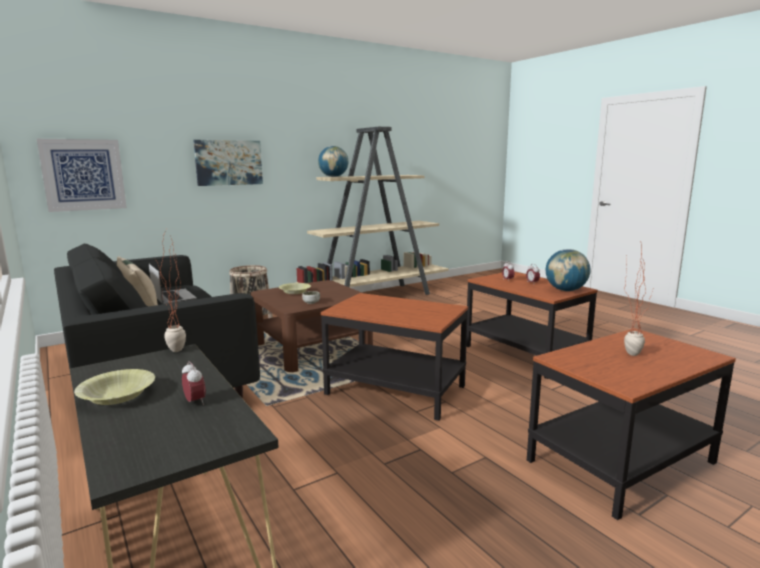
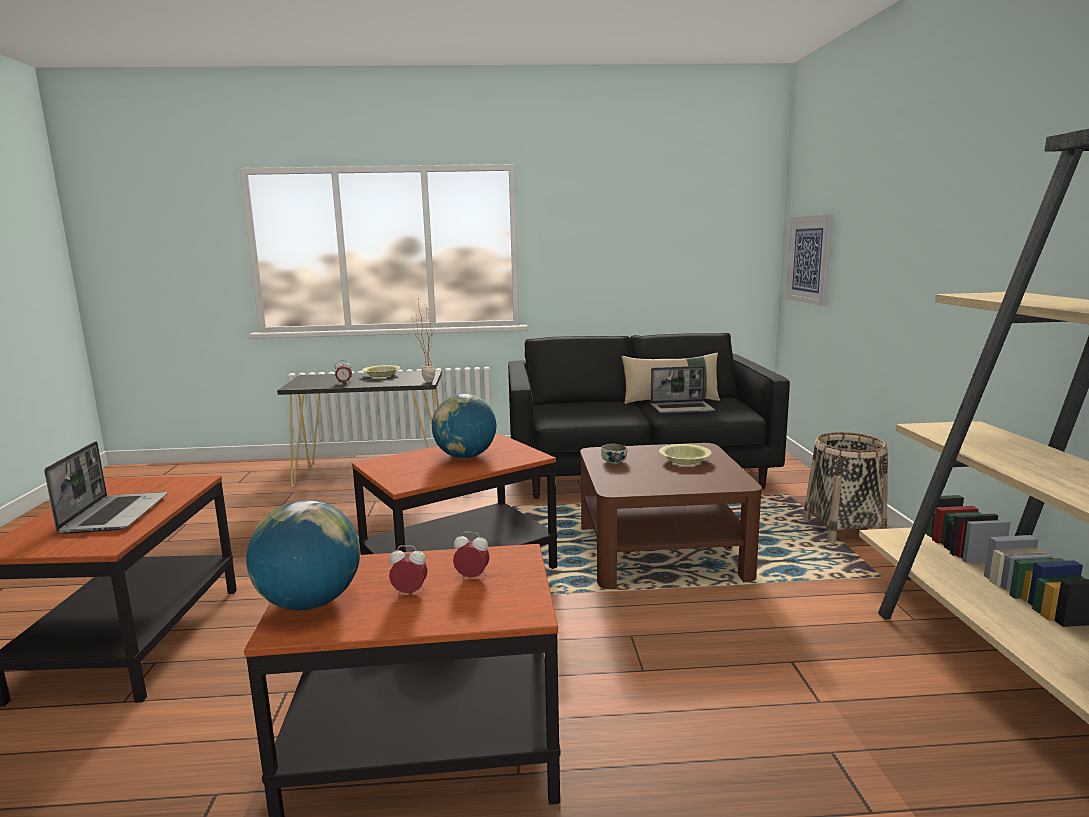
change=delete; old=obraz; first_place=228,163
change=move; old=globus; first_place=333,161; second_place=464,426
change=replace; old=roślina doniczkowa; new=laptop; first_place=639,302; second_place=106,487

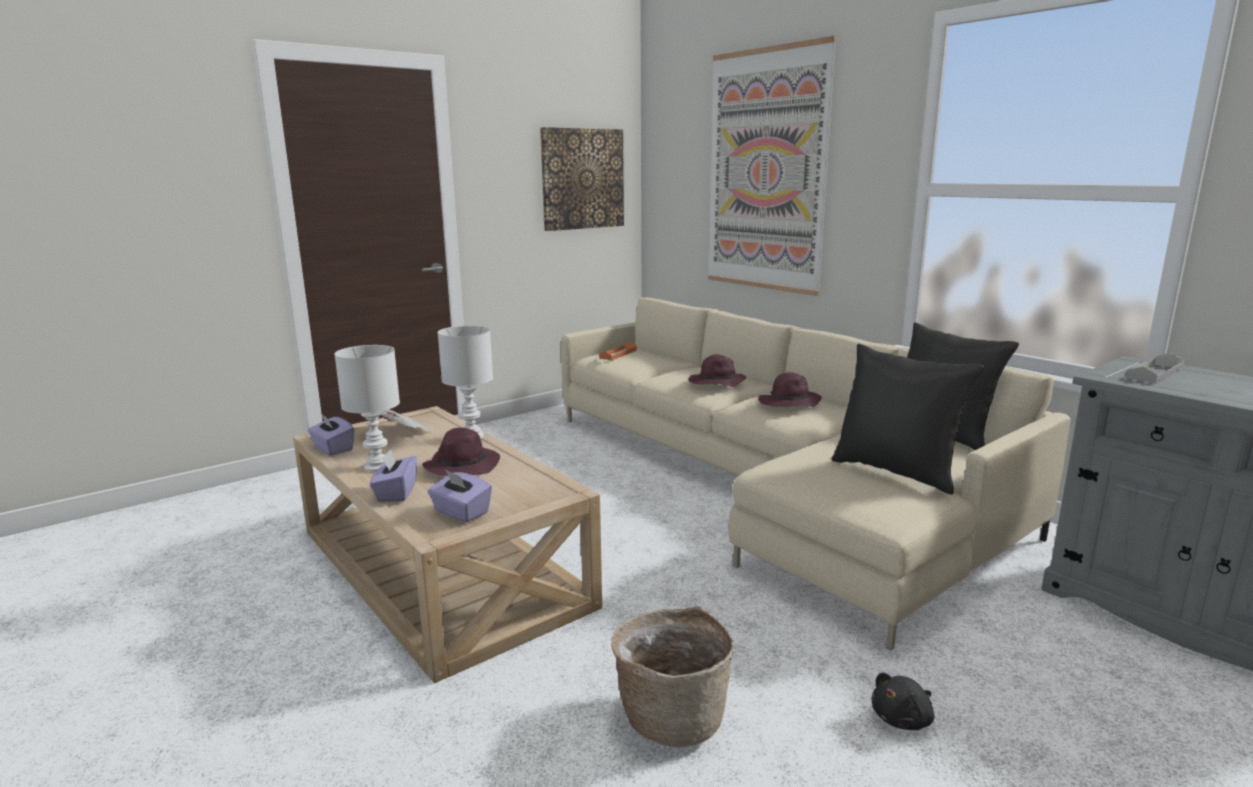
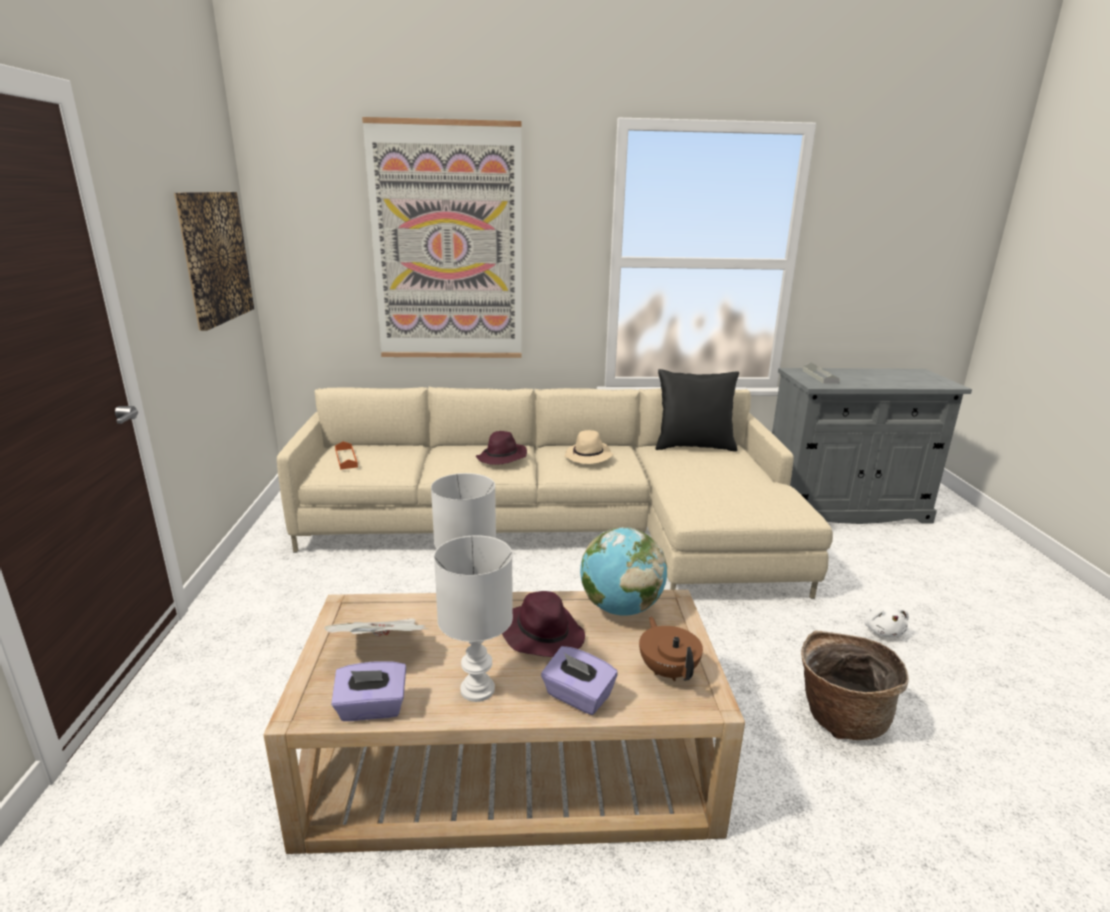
change=delete; old=poduszka (czarny); first_place=908,419
change=insert; new=globus; second_place=623,571
change=replace; old=pudełko chusteczek (fioletowy); new=imbryk (brązowy); first_place=460,495; second_place=671,648
change=recolor; old=kapelusz (fioletowy); new=kapelusz (beżowy); first_place=790,389; second_place=589,447
change=recolor; old=pluszak (czarny); new=pluszak (biały); first_place=903,701; second_place=886,620

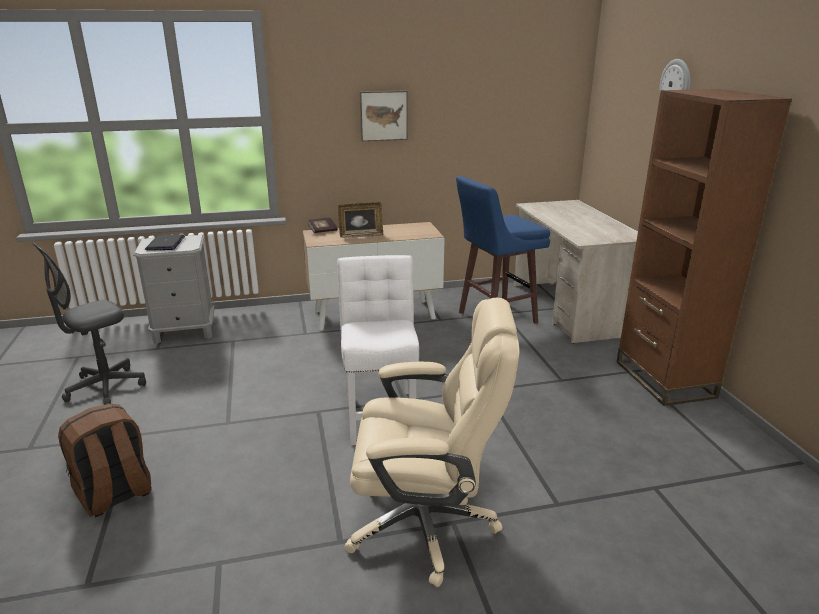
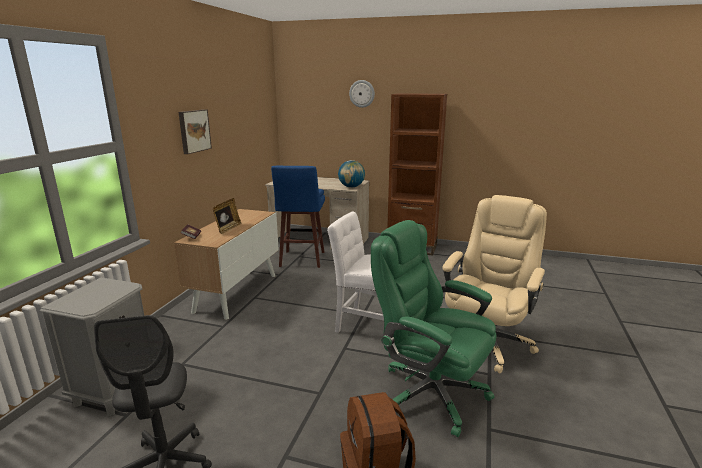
change=delete; old=laptop; first_place=165,242
change=insert; new=globus; second_place=351,174
change=insert; new=krzesło biurowe (zielony); second_place=433,328

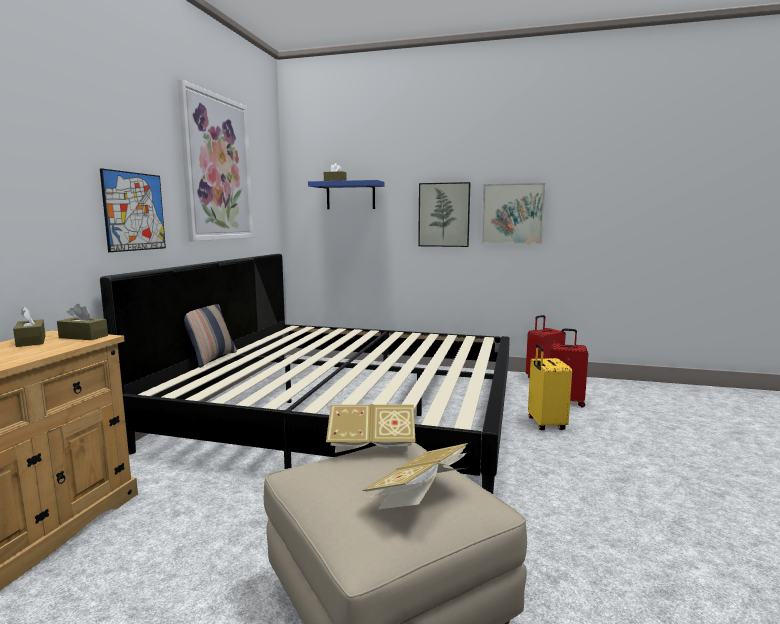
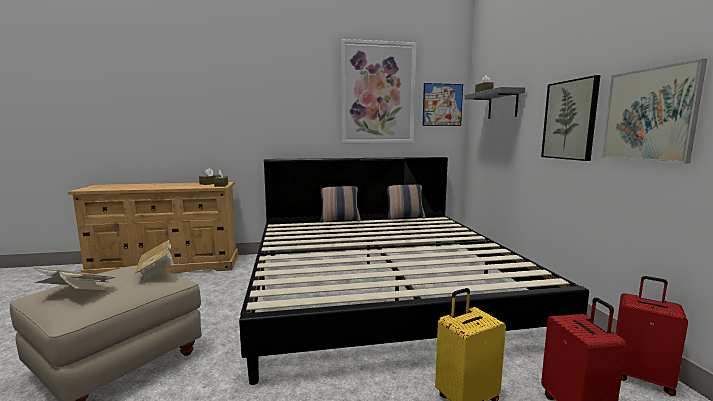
change=insert; new=poduszka; second_place=406,202
change=move; old=obraz; first_place=133,210; second_place=443,104
change=recolor; old=półka (niebieski); new=półka (szary); first_place=346,194; second_place=495,103

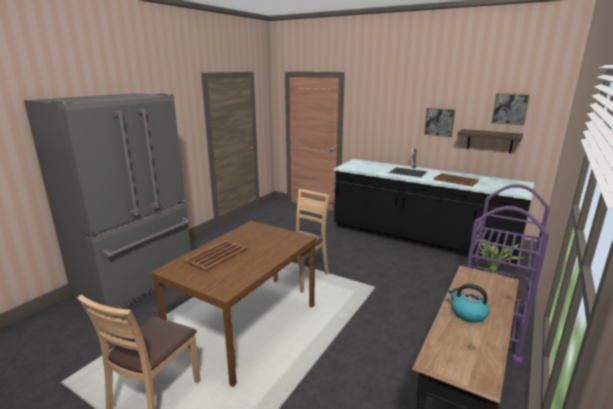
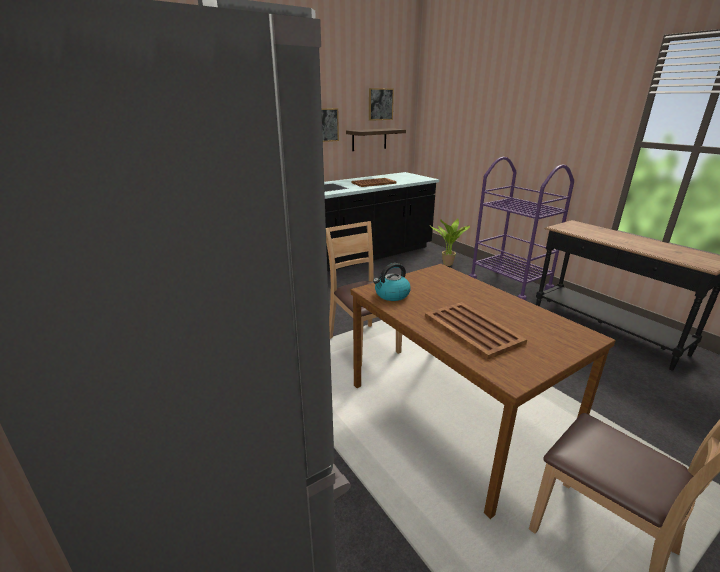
change=move; old=czajnik; first_place=469,303; second_place=392,282

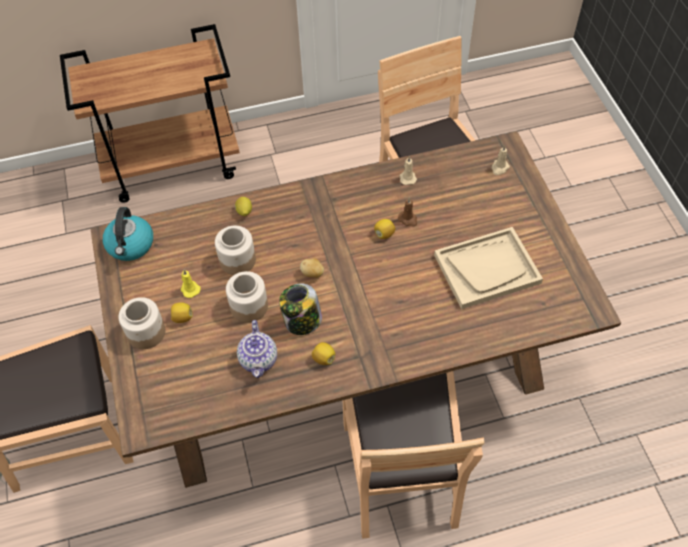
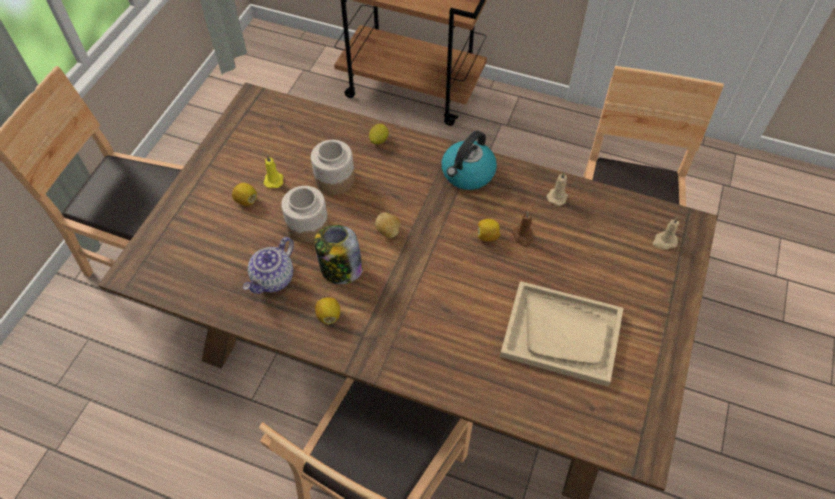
change=delete; old=słoik; first_place=142,323
change=move; old=czajnik; first_place=128,234; second_place=469,160

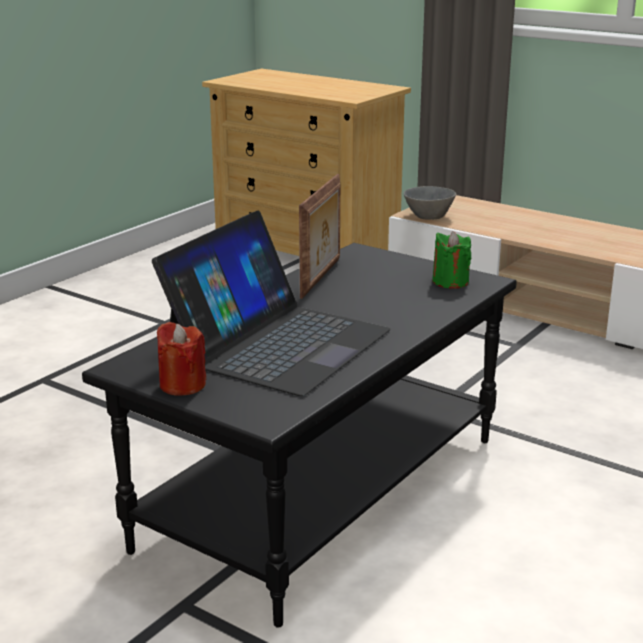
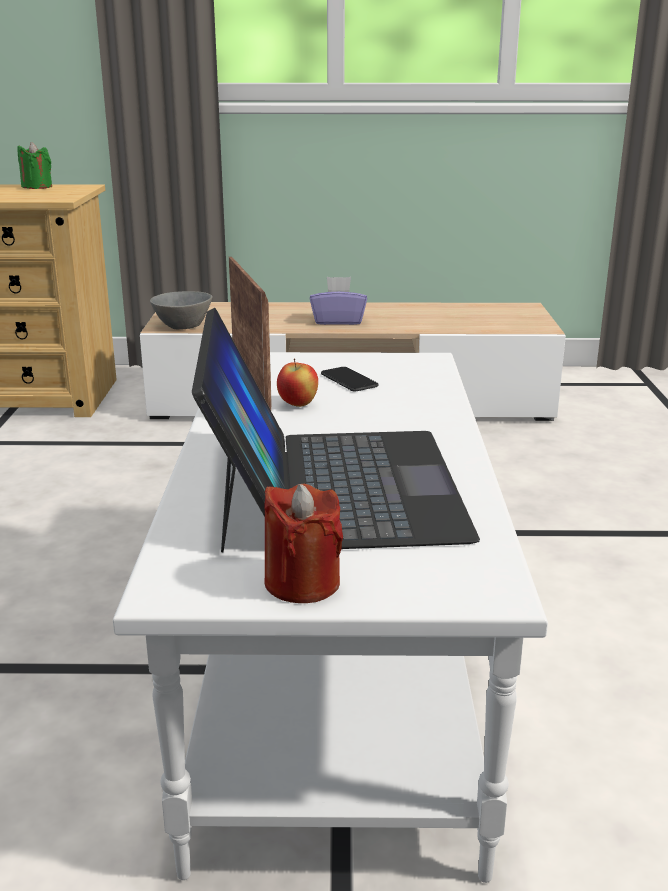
change=insert; new=jabłko; second_place=297,382
change=insert; new=pudełko chusteczek (fioletowy); second_place=338,301
change=insert; new=telefon; second_place=350,379
change=move; old=świeca (zielony); first_place=451,260; second_place=35,165
change=recolor; old=ława (czarny); new=ława (biały); first_place=299,435; second_place=330,617

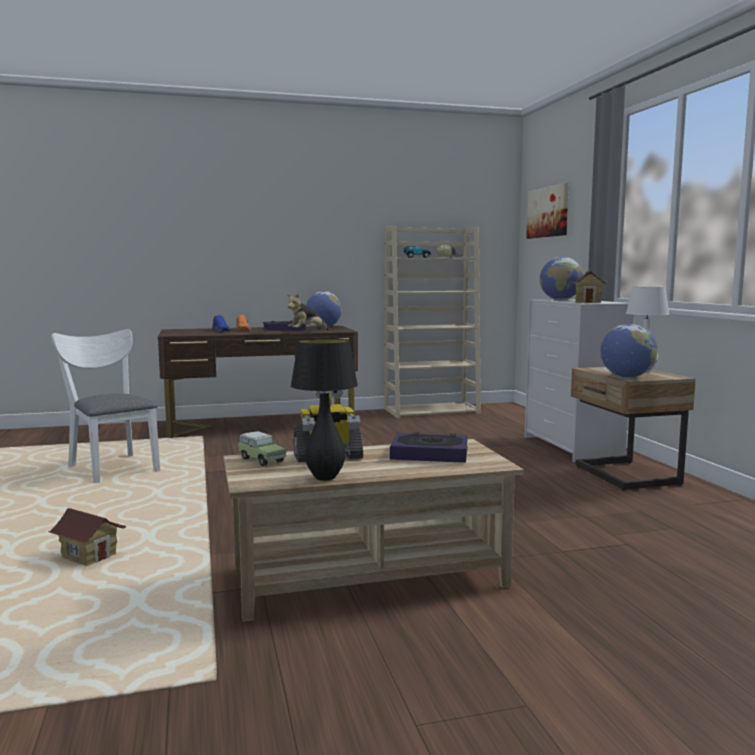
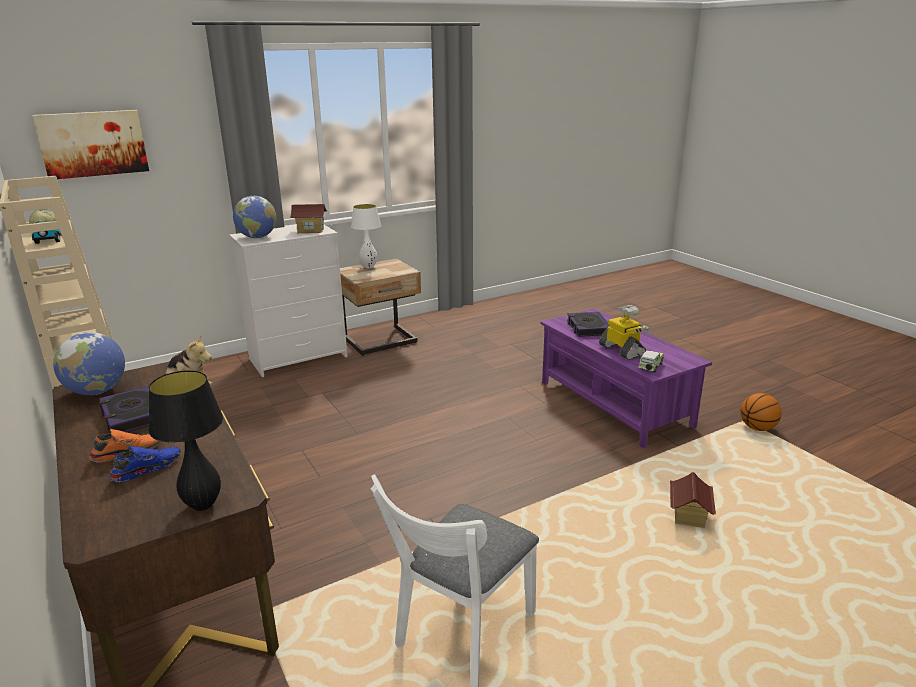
change=delete; old=globus; first_place=629,351
change=insert; new=piłka do koszykówki; second_place=761,412
change=move; old=lampa stołowa (czarny); first_place=324,409; second_place=186,441
change=recolor; old=ława (beżowy); new=ława (fioletowy); first_place=374,530; second_place=626,378

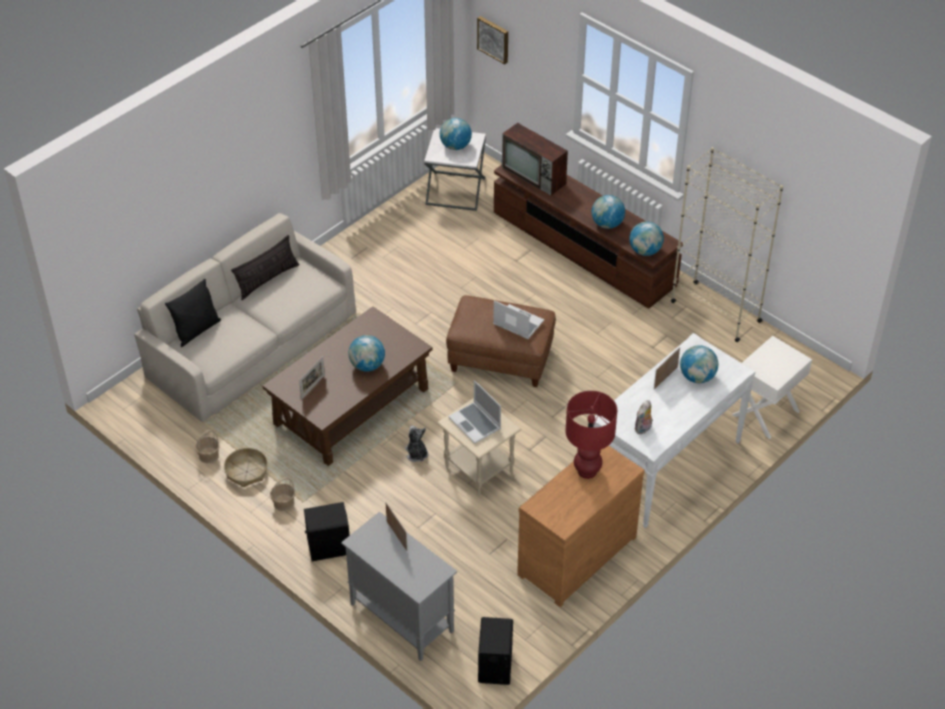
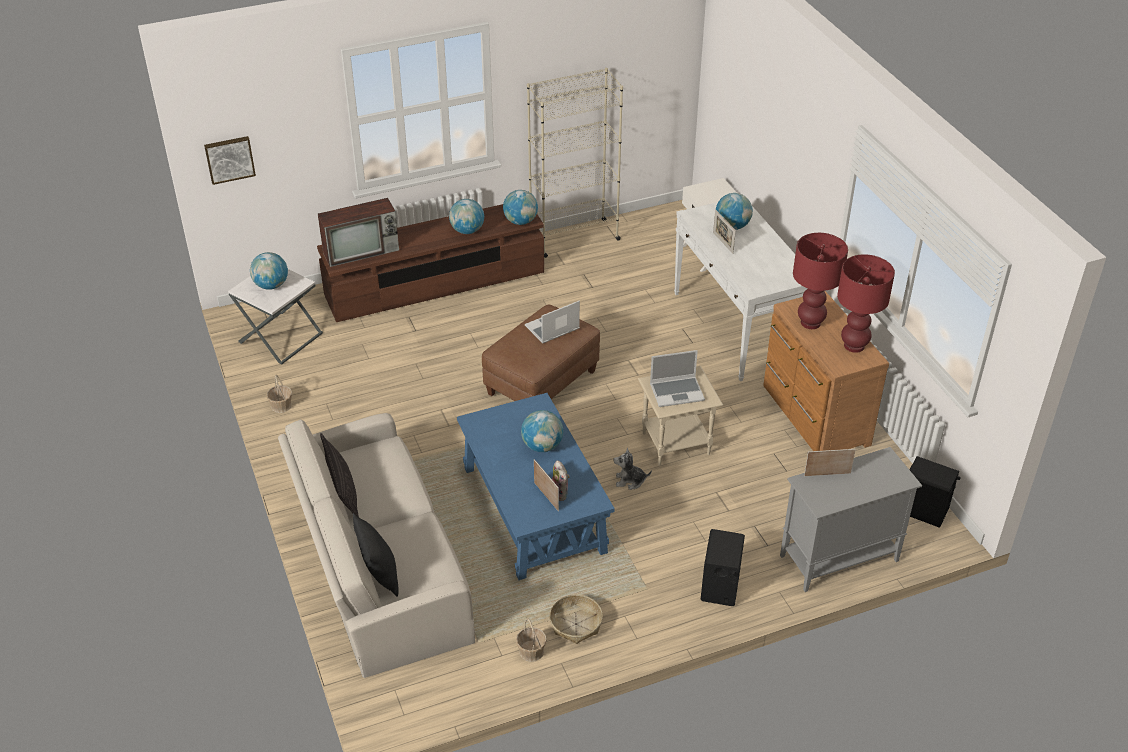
change=insert; new=lampa stołowa (czerwony); second_place=866,303
change=move; old=koszyk; first_place=282,494; second_place=279,394
change=move; old=pluszak; first_place=643,417; second_place=561,481
change=recolor; old=ława (brązowy); new=ława (niebieski); first_place=348,386; second_place=536,486

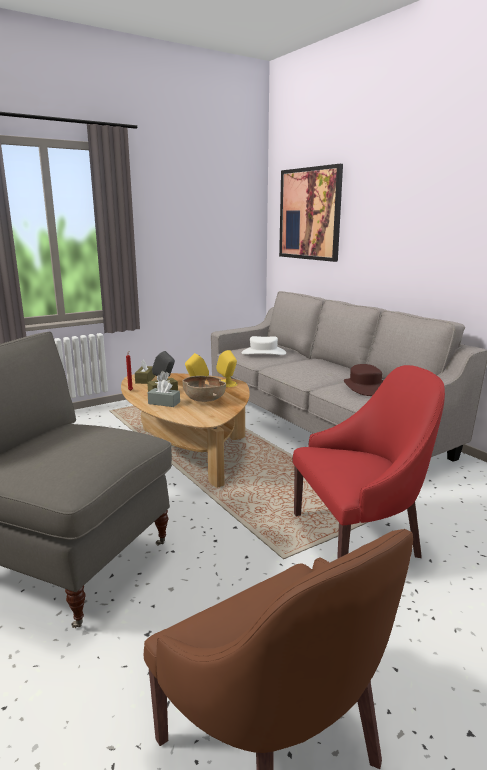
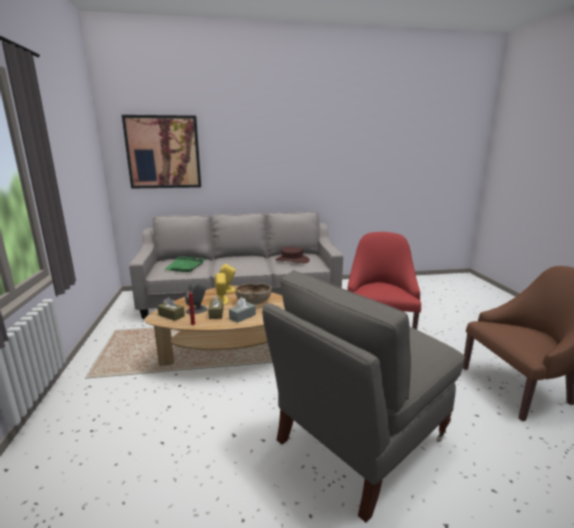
change=replace; old=kapelusz (biały); new=taca (zielony); first_place=264,345; second_place=184,264

